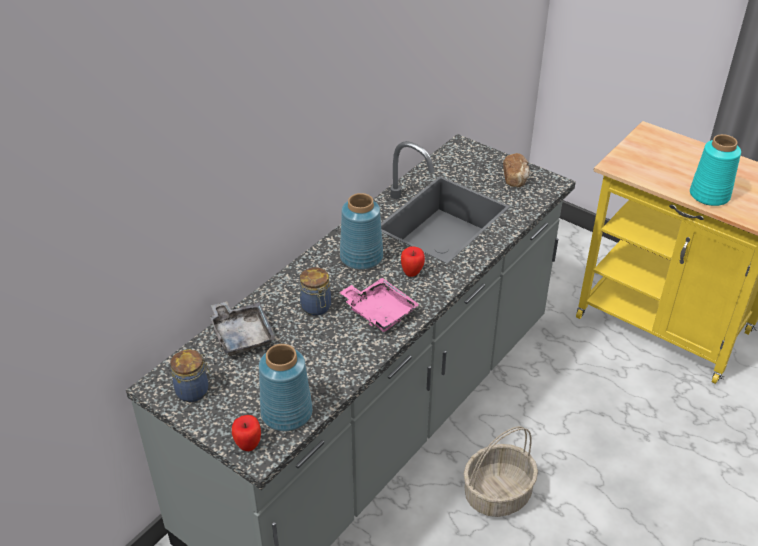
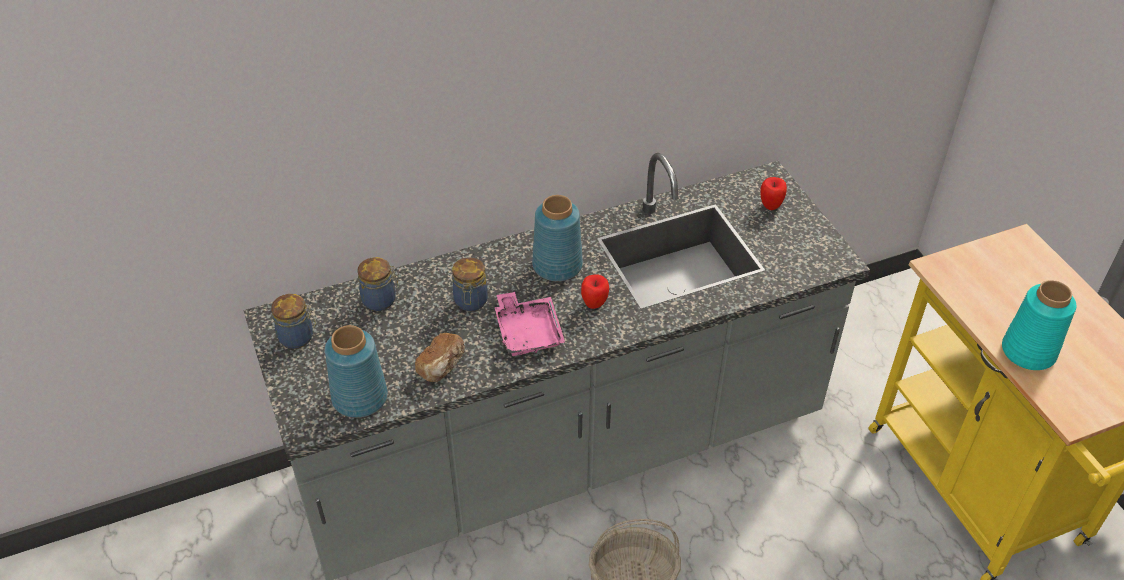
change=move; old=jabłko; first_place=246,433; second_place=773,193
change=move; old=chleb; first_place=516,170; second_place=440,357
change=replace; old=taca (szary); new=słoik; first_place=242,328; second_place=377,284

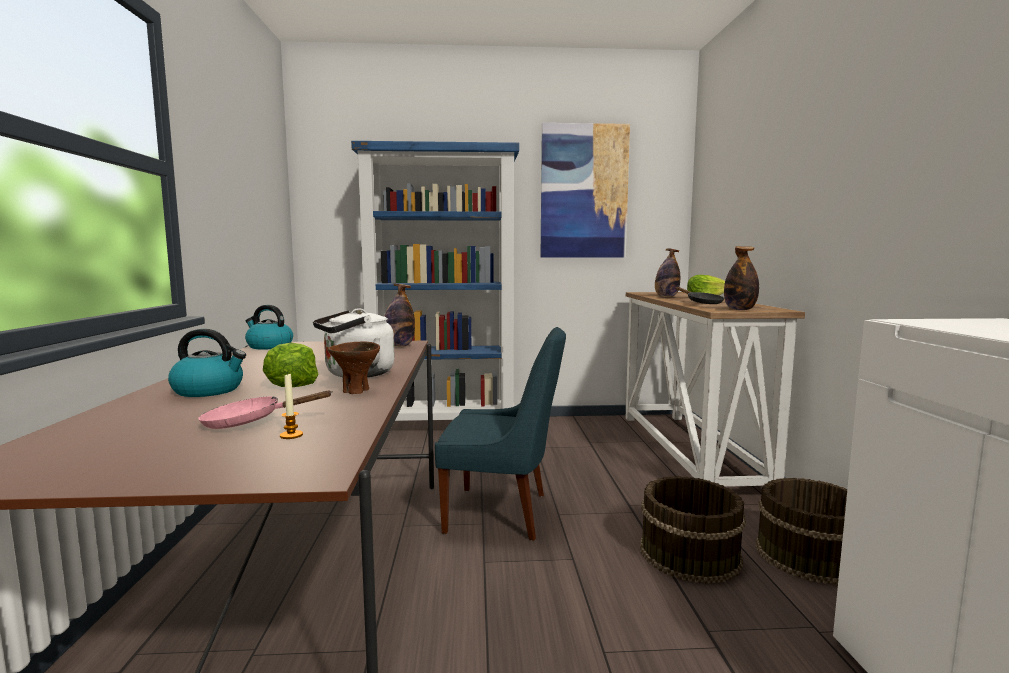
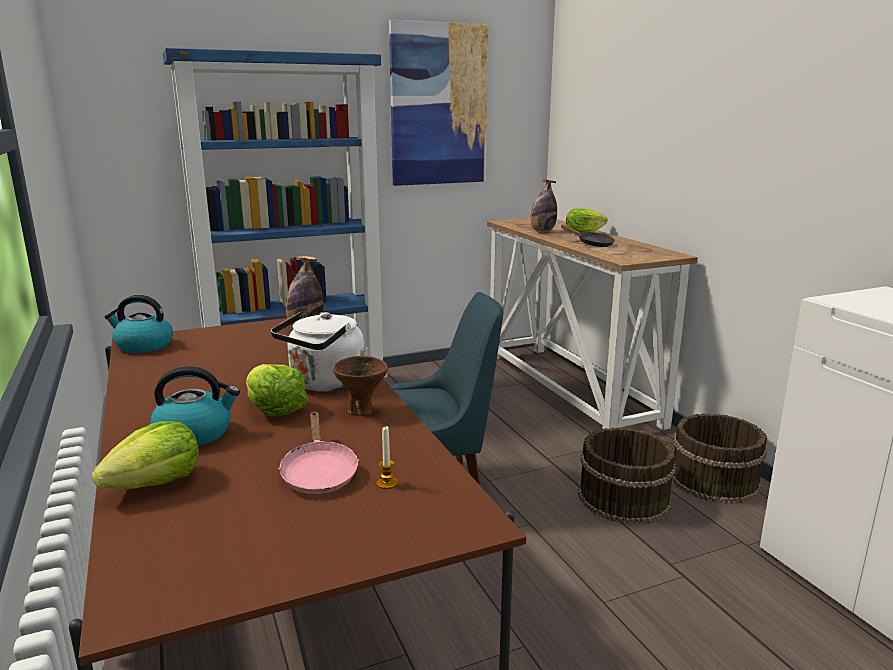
change=delete; old=butelka; first_place=741,278
change=insert; new=sałata; second_place=145,455
change=rotate; old=patelnia (różowy); first_place=265,409; second_place=318,452; degrees=-75

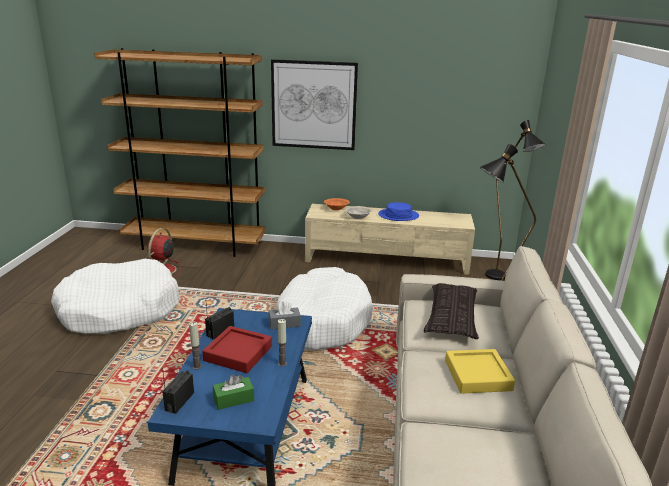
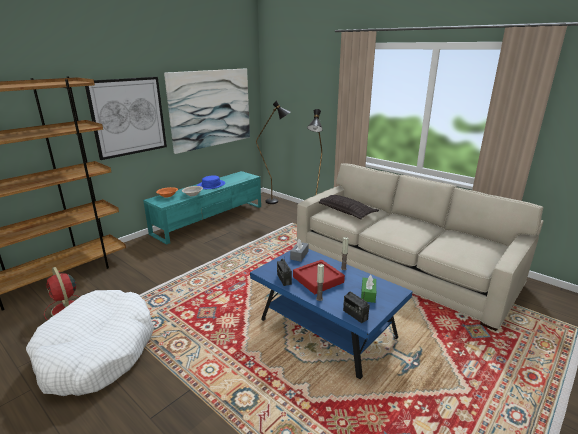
change=delete; old=legowisko (biały); first_place=325,308
change=delete; old=taca (żółty); first_place=480,371
change=insert; new=obraz; second_place=207,111
change=recolor; old=szafka pod telewizor (beżowy); new=szafka pod telewizor (turkusowy); first_place=390,239; second_place=202,208

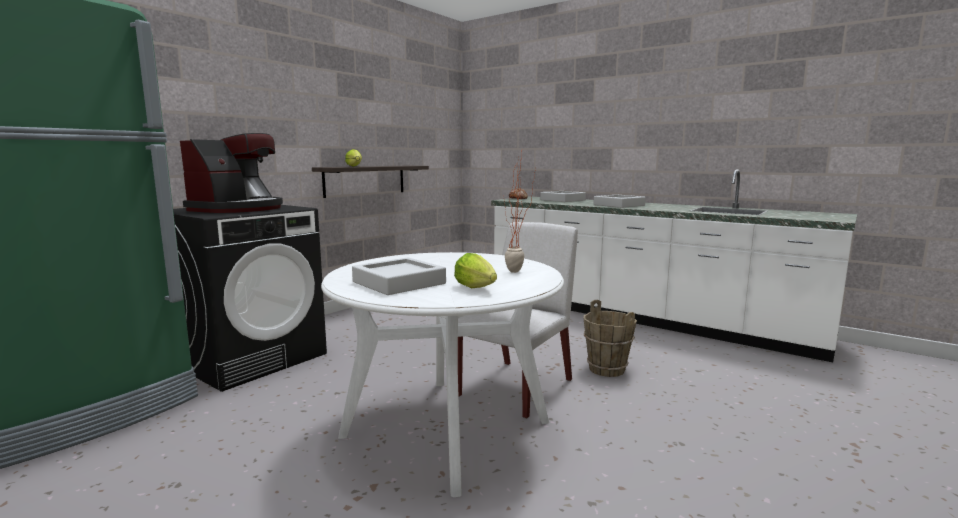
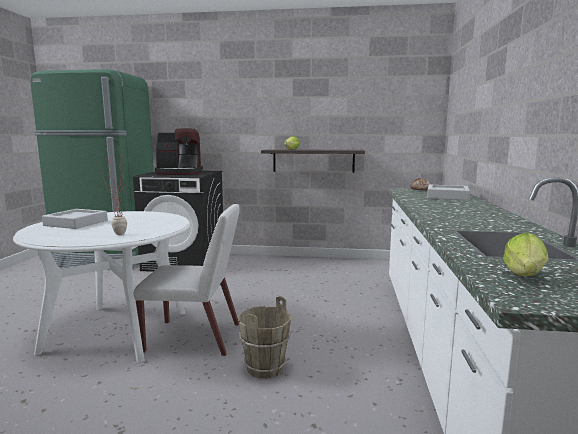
change=delete; old=taca (szary); first_place=619,201
change=move; old=sałata; first_place=475,270; second_place=526,254

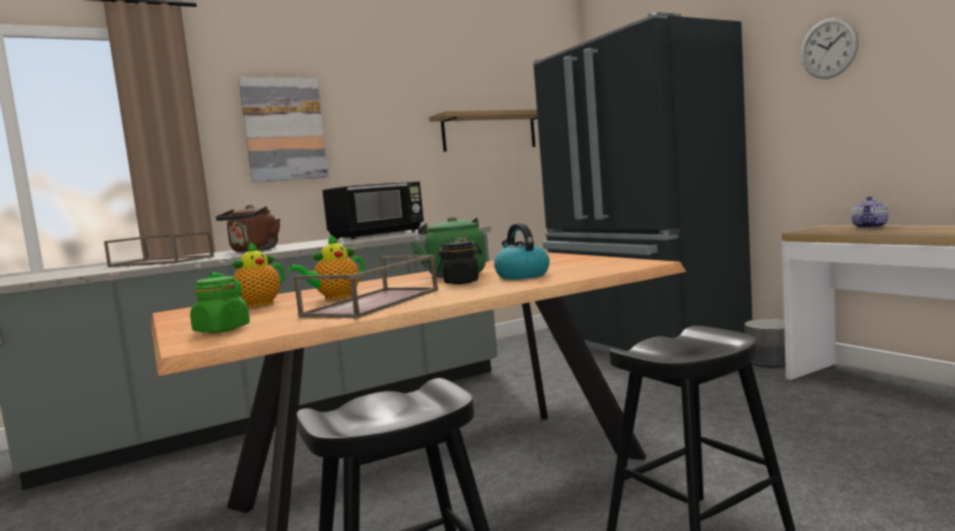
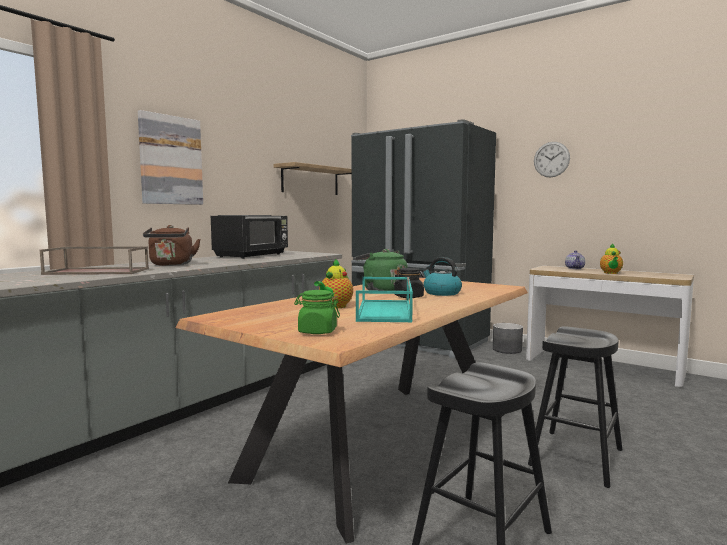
change=move; old=imbryk; first_place=246,274; second_place=611,258
change=recolor; old=taca (brązowy); new=taca (turkusowy); first_place=366,287; second_place=384,300

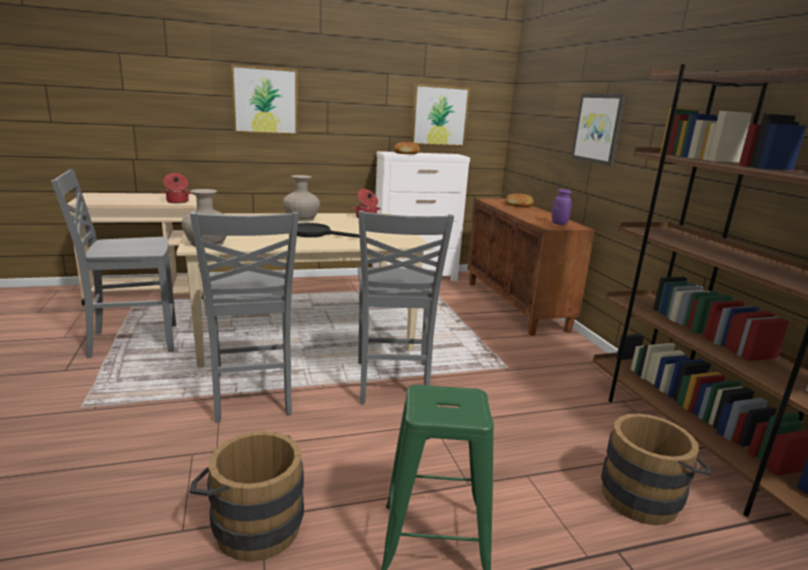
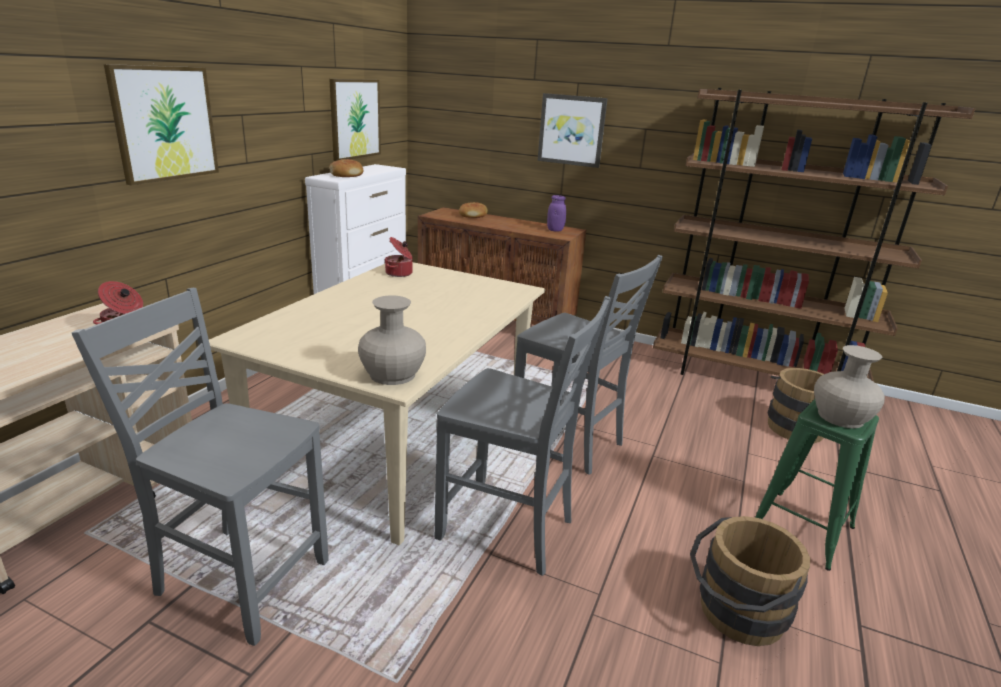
change=delete; old=patelnia (czarny); first_place=328,230
change=move; old=wazon (beżowy); first_place=301,198; second_place=849,386
change=rotate; old=krzesło (szary); first_place=113,263; second_place=200,467; degrees=90

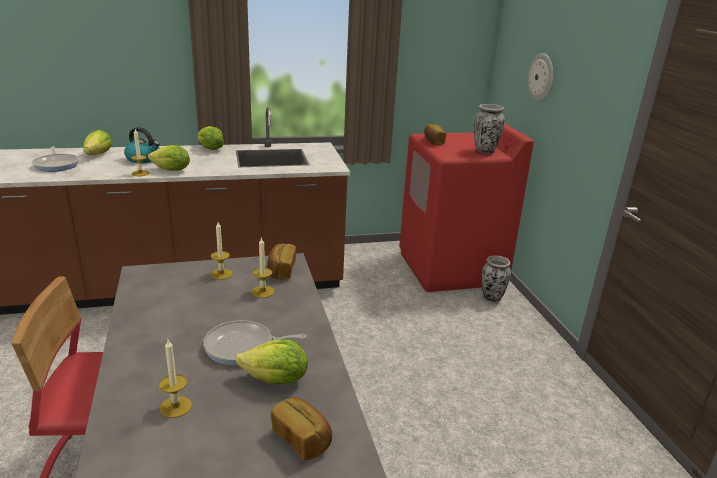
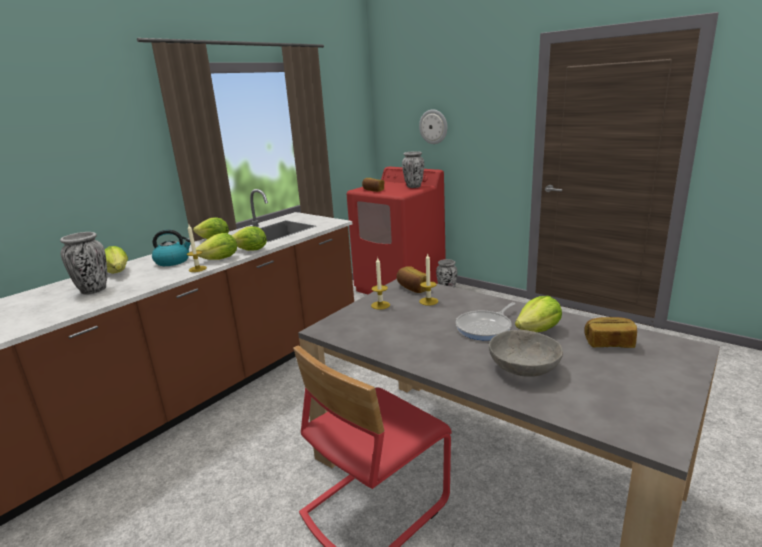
change=insert; new=sałata; second_place=249,238
change=replace; old=patelnia; new=wazon; first_place=55,159; second_place=84,263
change=replace; old=świeca; new=miska (szary); first_place=175,379; second_place=526,353

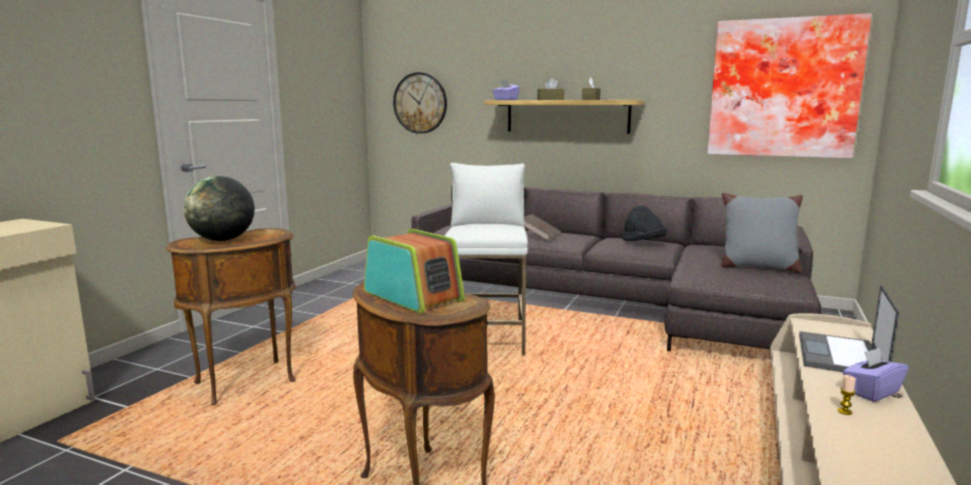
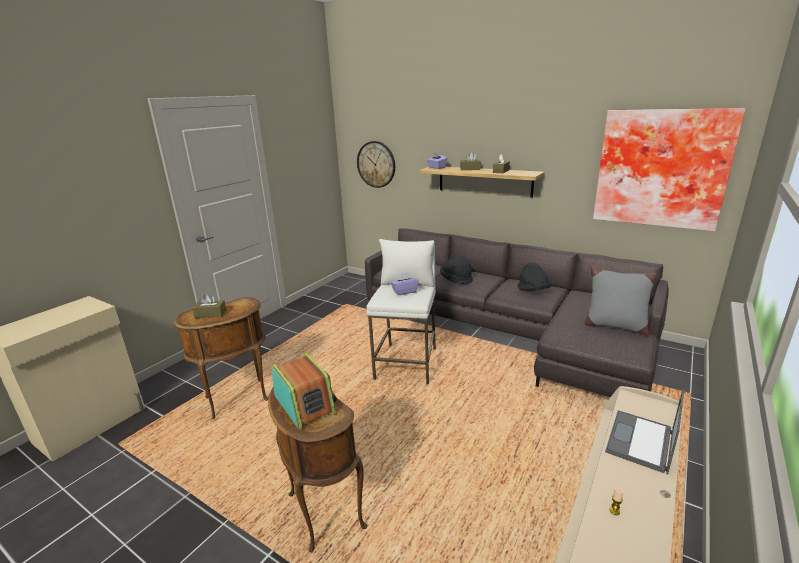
change=move; old=pudełko chusteczek (fioletowy); first_place=875,374; second_place=405,283
change=replace; old=globus; new=pudełko chusteczek (brązowy); first_place=219,208; second_place=209,306
change=replace; old=książka (brązowy); new=kapelusz (czarny); first_place=542,227; second_place=456,269

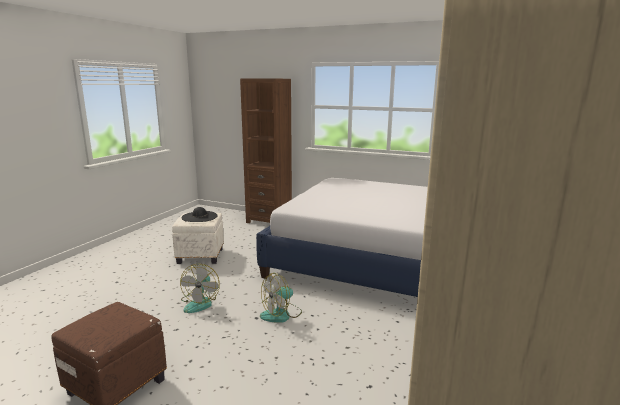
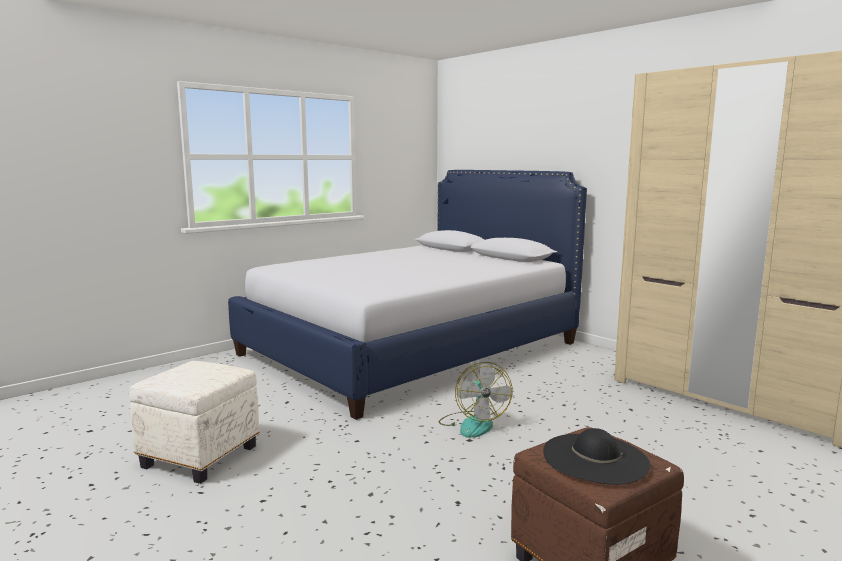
change=delete; old=wentylator; first_place=200,288
change=delete; old=regał (brązowy); first_place=266,150
change=move; old=kapelusz (czarny); first_place=199,214; second_place=596,456

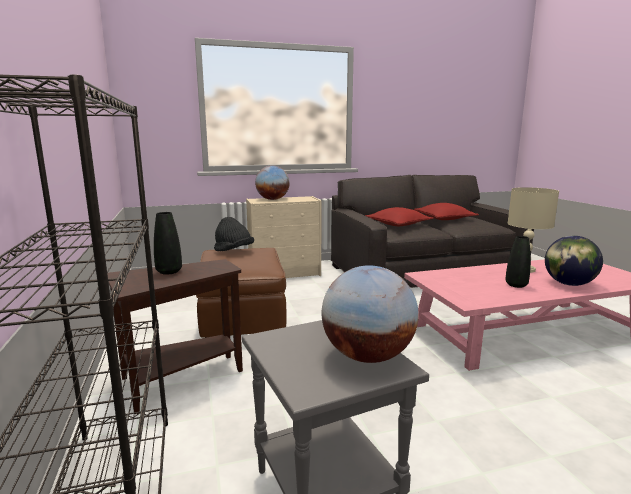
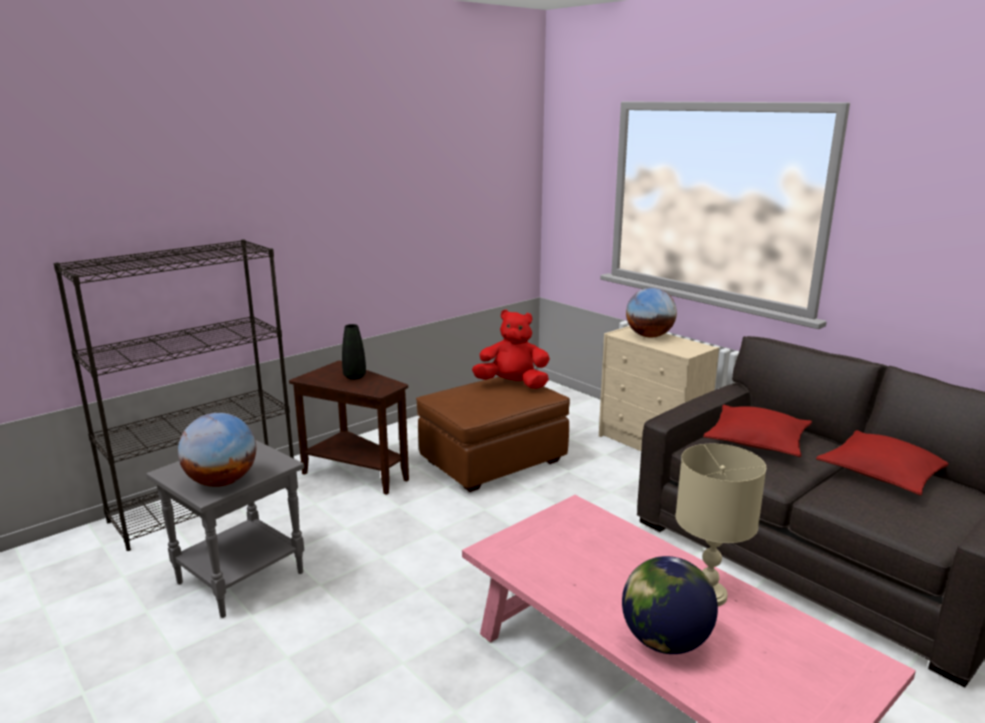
change=delete; old=wazon (czarny); first_place=518,262
change=replace; old=kapelusz (czarny); new=pluszak (czerwony); first_place=234,234; second_place=511,349

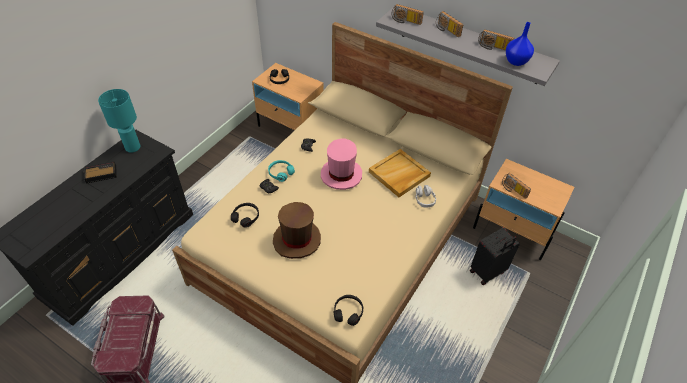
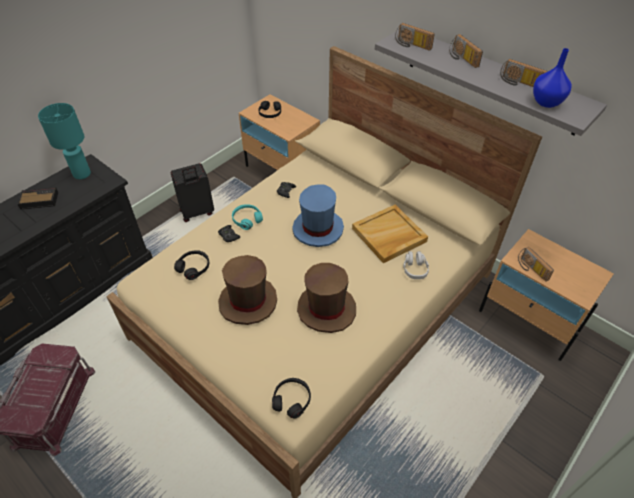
change=insert; new=kapelusz (brązowy); second_place=326,298
change=move; old=walizka (czarny); first_place=495,256; second_place=192,192
change=recolor; old=kapelusz (różowy); new=kapelusz (niebieski); first_place=341,164; second_place=318,215

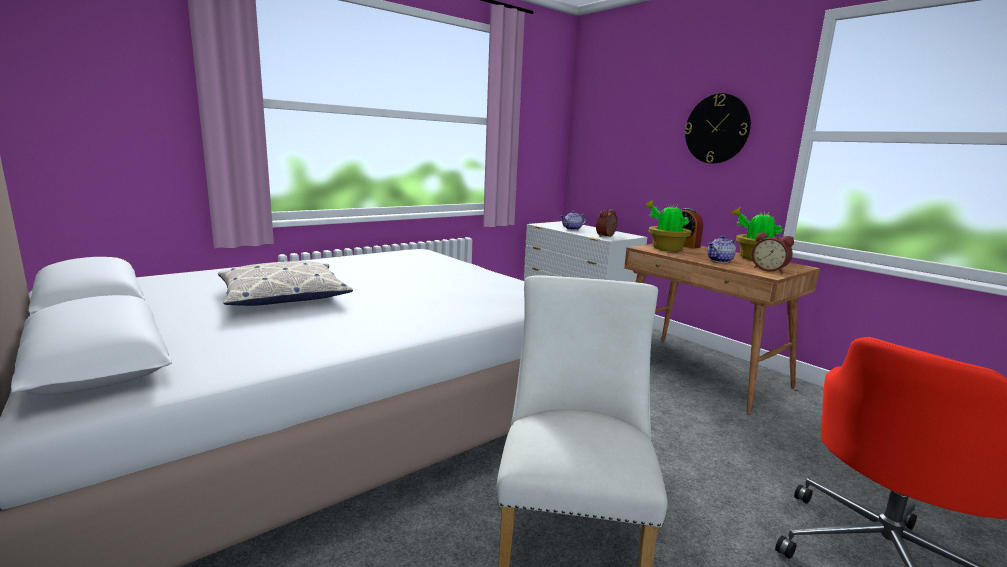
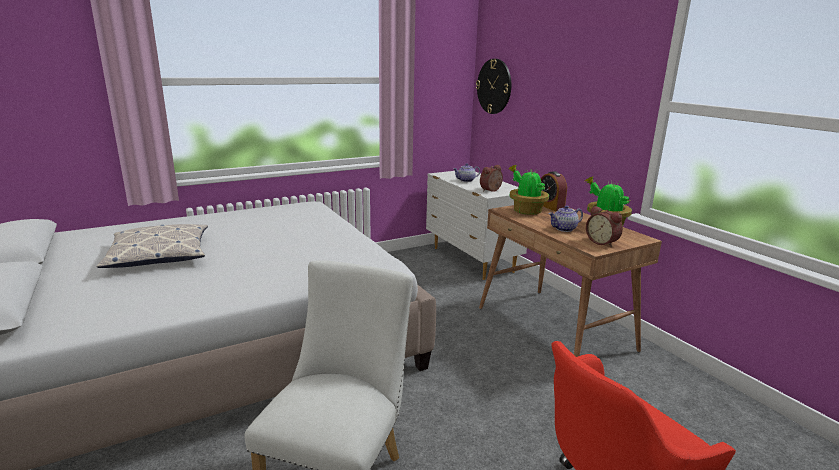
change=move; old=zegar ścienny; first_place=717,128; second_place=493,86

